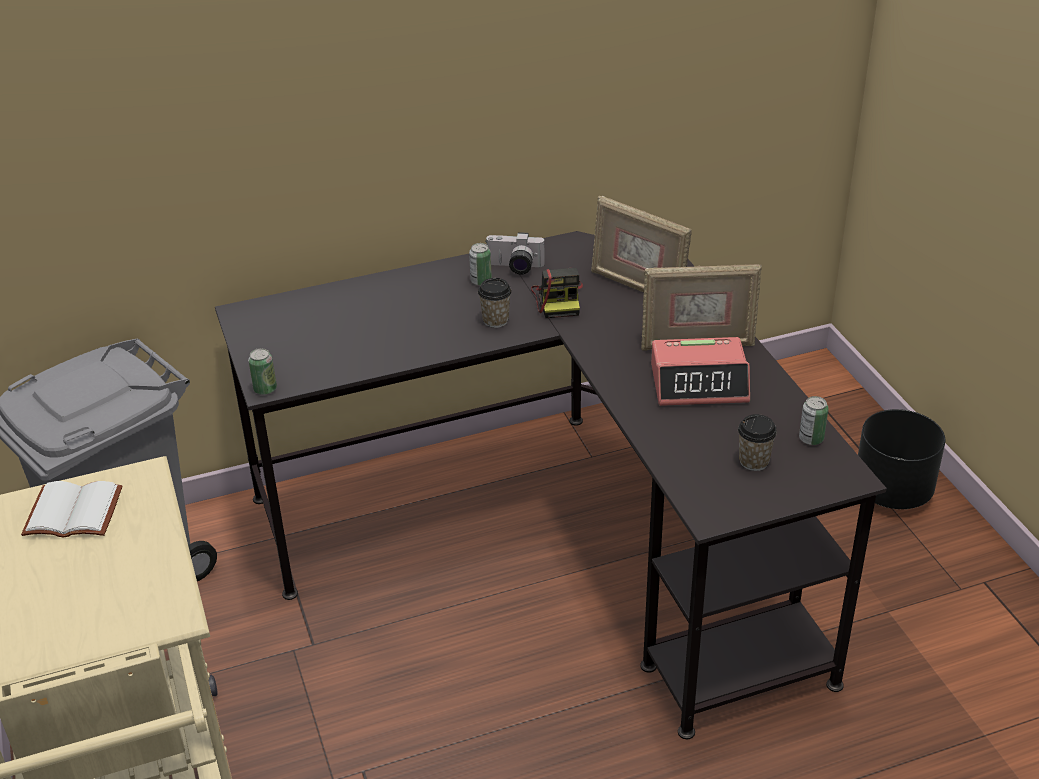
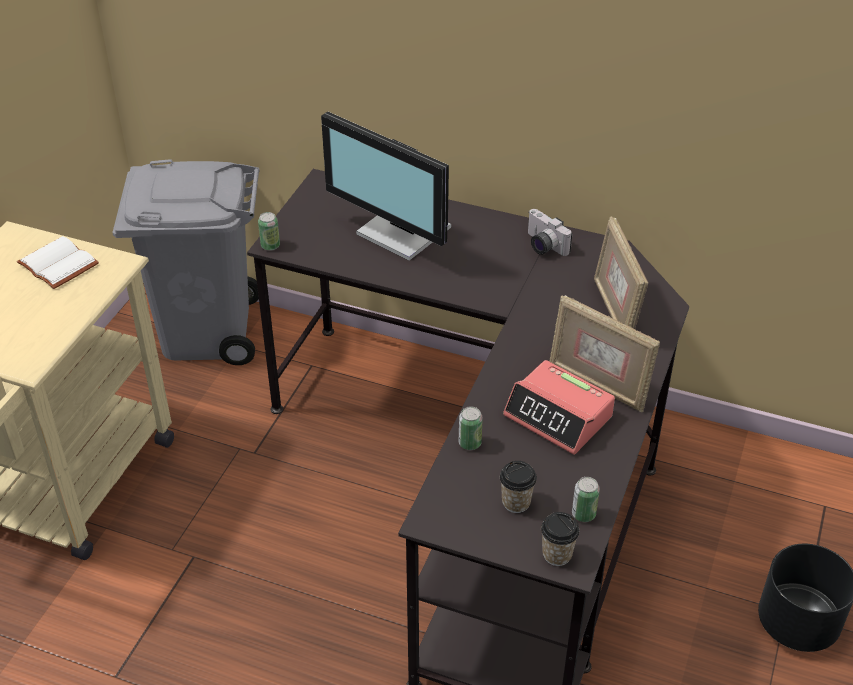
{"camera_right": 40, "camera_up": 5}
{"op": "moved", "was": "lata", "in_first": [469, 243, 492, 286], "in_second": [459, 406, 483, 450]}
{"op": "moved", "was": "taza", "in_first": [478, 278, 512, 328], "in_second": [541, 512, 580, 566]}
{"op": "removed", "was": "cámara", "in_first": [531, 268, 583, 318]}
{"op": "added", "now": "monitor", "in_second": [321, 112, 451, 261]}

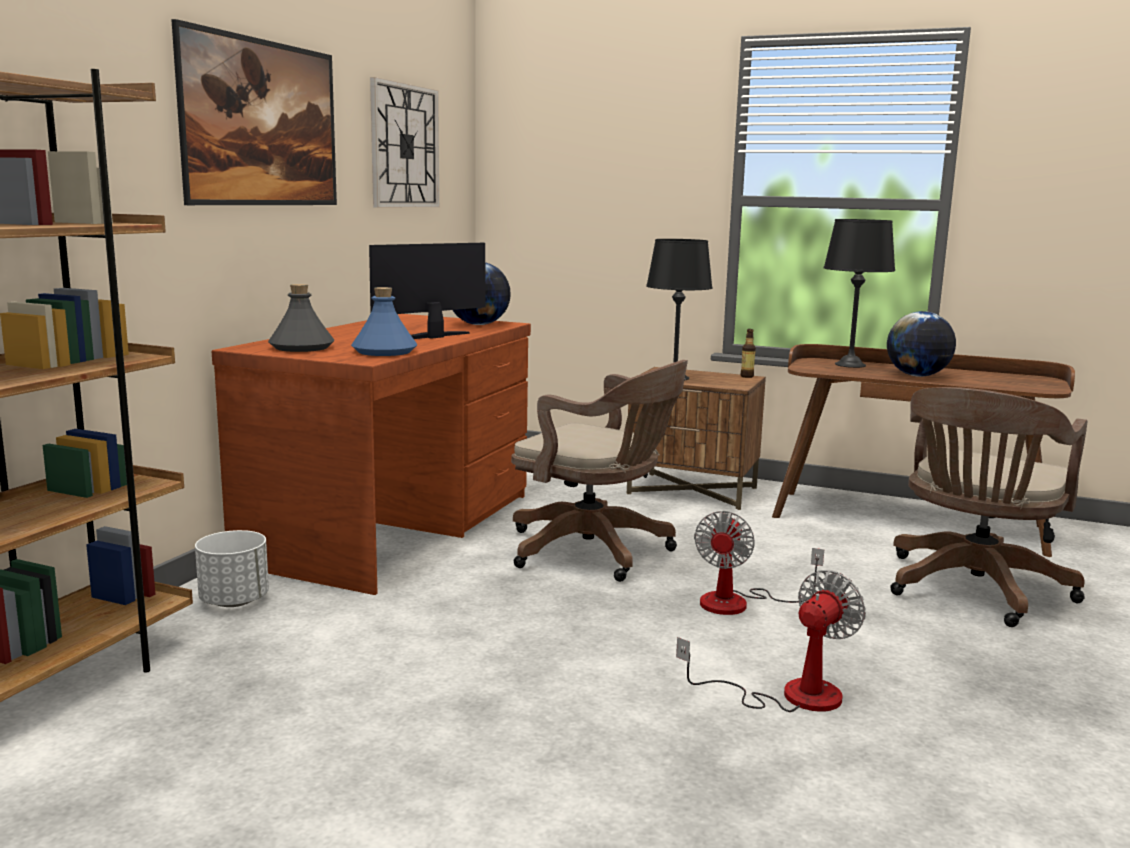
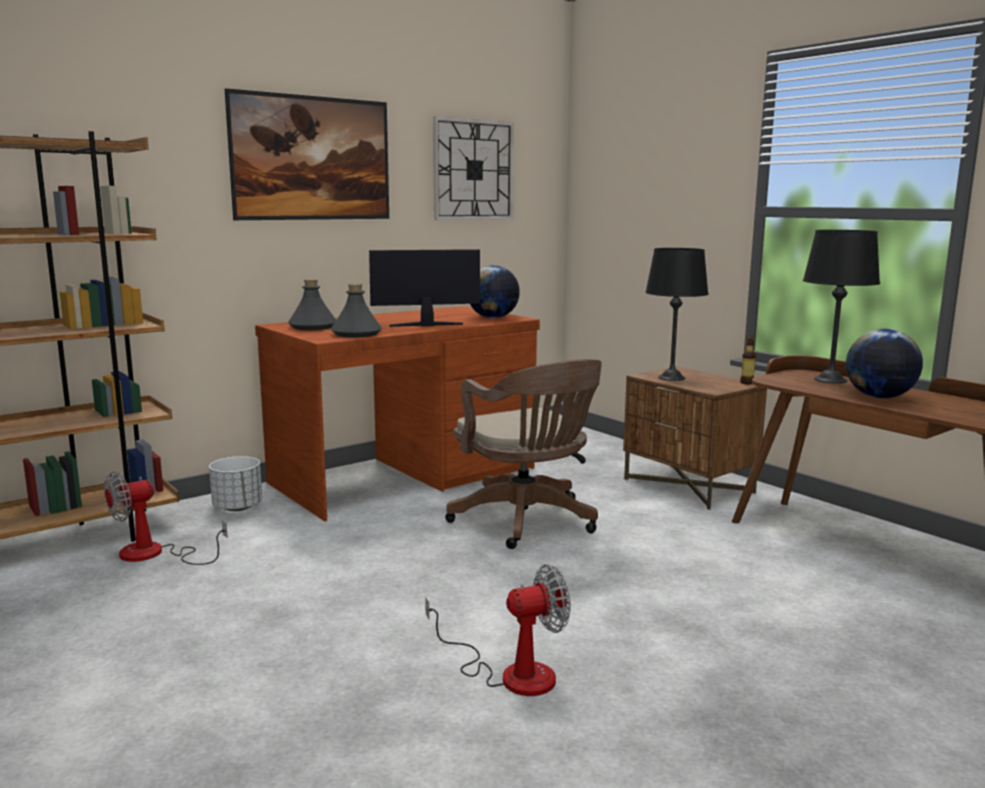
{"camera_right": 30, "camera_up": 0}
{"op": "recoloured", "was": "botella [azul]", "now": "botella [gris]", "in_first": [351, 287, 417, 356], "in_second": [331, 283, 382, 338]}
{"op": "moved", "was": "ventilador", "in_first": [694, 511, 824, 615], "in_second": [104, 472, 228, 565]}
{"op": "removed", "was": "silla de oficina [marrón]", "in_first": [890, 387, 1087, 627]}

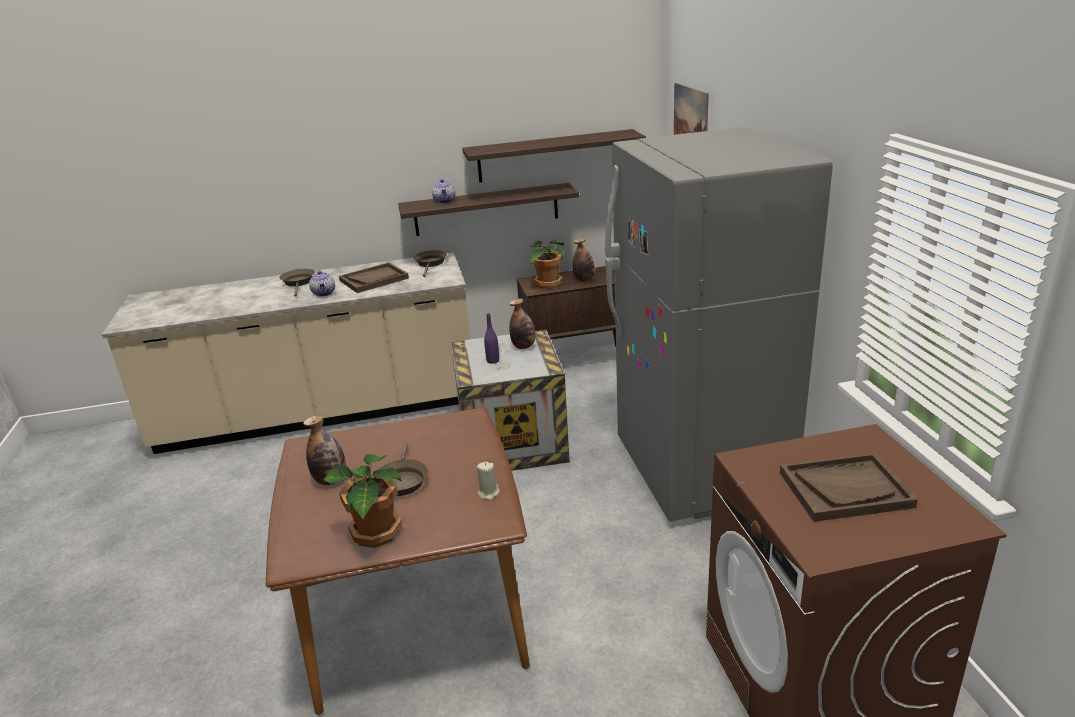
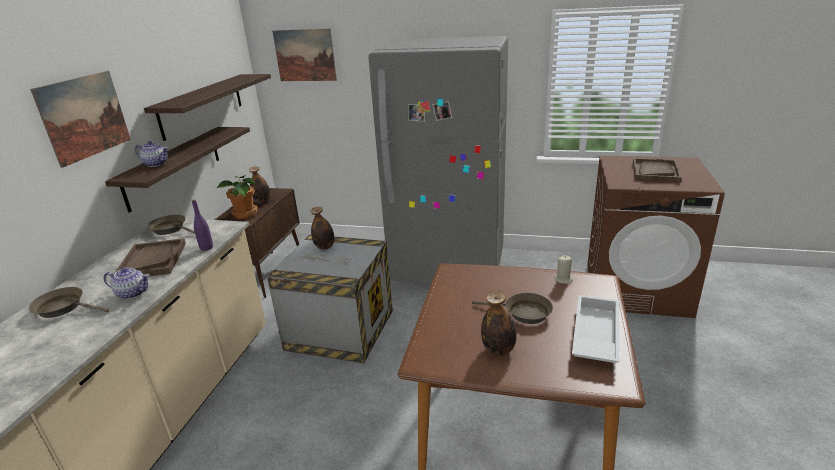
{"camera_right": -65, "camera_up": 0}
{"op": "replaced", "was": "planta en maceta", "now": "bandeja [blanco]", "in_first": [324, 454, 402, 548], "in_second": [572, 295, 619, 363]}
{"op": "moved", "was": "botella [morado]", "in_first": [484, 313, 499, 364], "in_second": [192, 200, 213, 251]}
{"op": "added", "now": "cuadro", "in_second": [30, 71, 131, 168]}

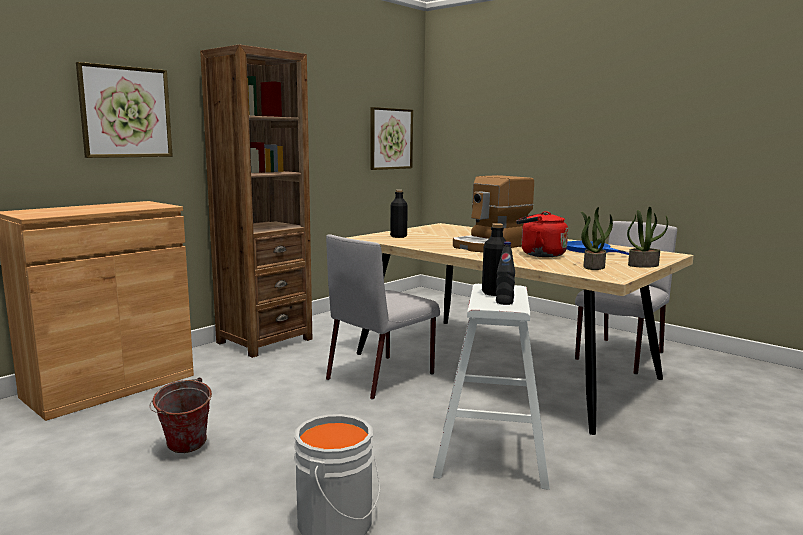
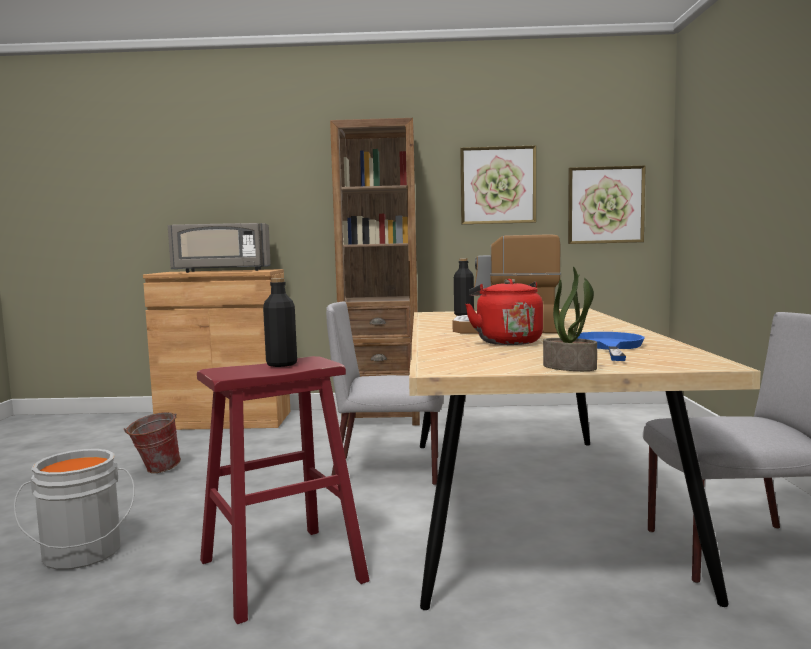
{"camera_right": 50, "camera_up": -5}
{"op": "moved", "was": "cuadro", "in_first": [76, 62, 173, 158], "in_second": [460, 146, 536, 225]}
{"op": "recoloured", "was": "taburete [blanco]", "now": "taburete [rojo]", "in_first": [433, 284, 550, 490], "in_second": [197, 356, 370, 624]}
{"op": "removed", "was": "botella [negro]", "in_first": [496, 242, 515, 305]}
{"op": "removed", "was": "planta en maceta", "in_first": [581, 207, 613, 270]}
{"op": "added", "now": "microondas [gris]", "in_second": [168, 223, 271, 273]}

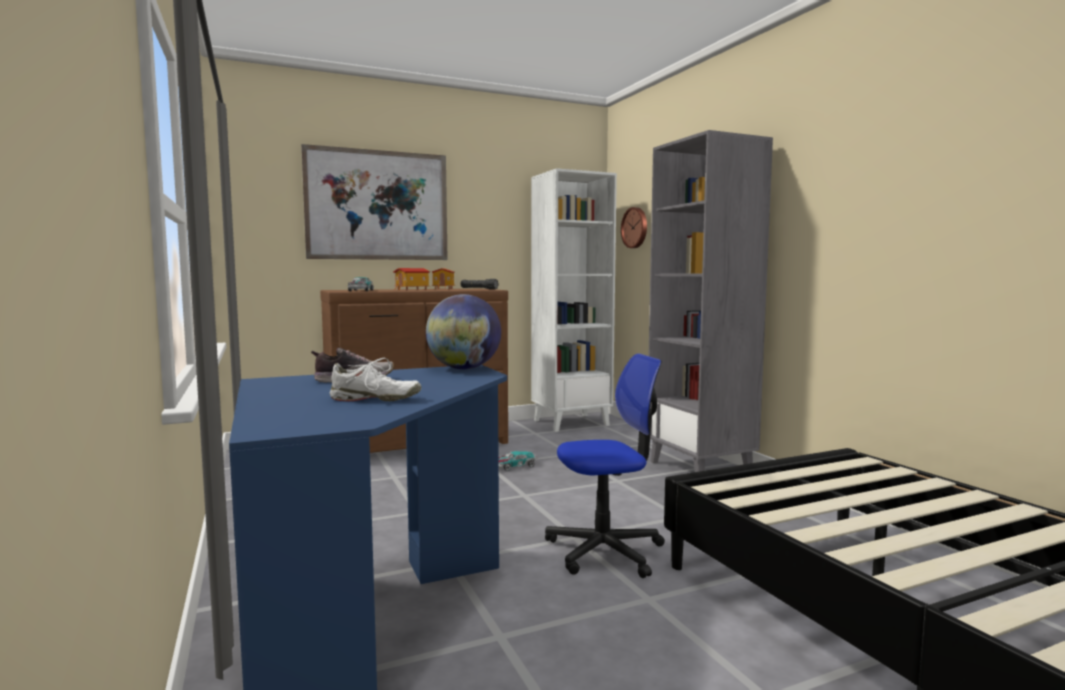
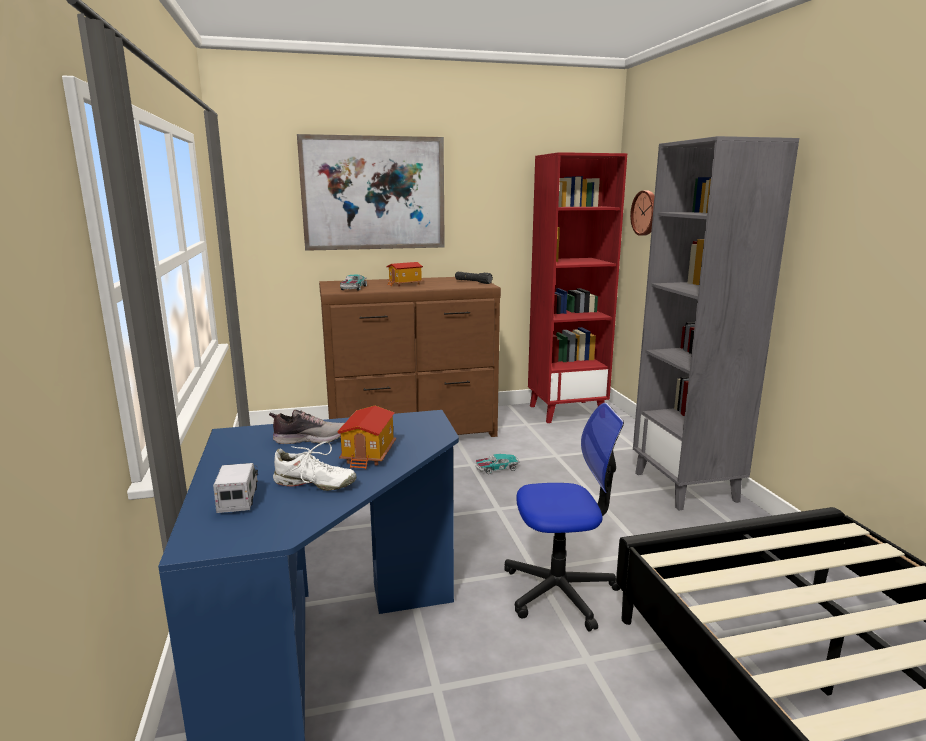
{"camera_right": 10, "camera_up": 10}
{"op": "removed", "was": "globo terráqueo", "in_first": [426, 294, 501, 369]}
{"op": "moved", "was": "casita", "in_first": [432, 268, 455, 289], "in_second": [337, 406, 396, 469]}
{"op": "recoloured", "was": "estantería [blanco]", "now": "estantería [rojo]", "in_first": [531, 168, 617, 432], "in_second": [528, 152, 627, 423]}
{"op": "added", "now": "camión de juguete", "in_second": [213, 463, 258, 513]}

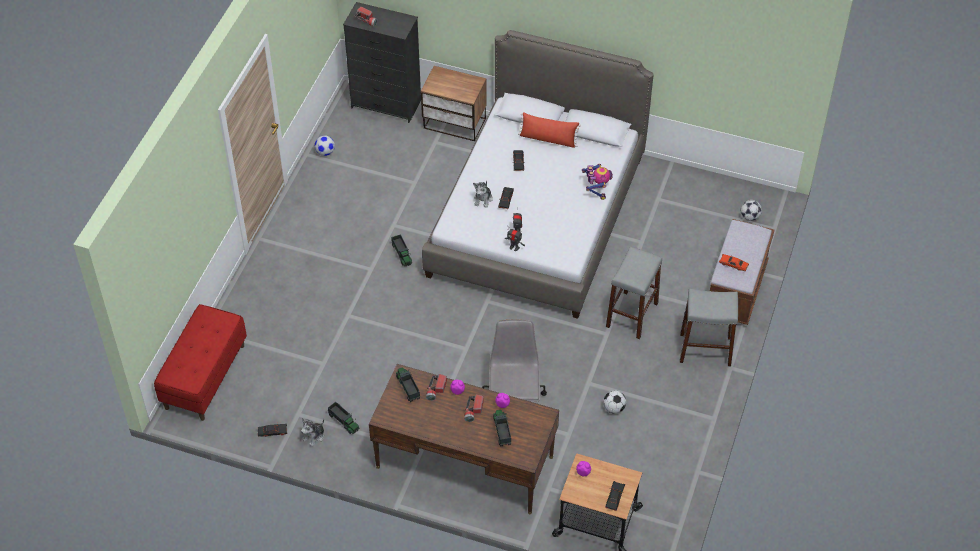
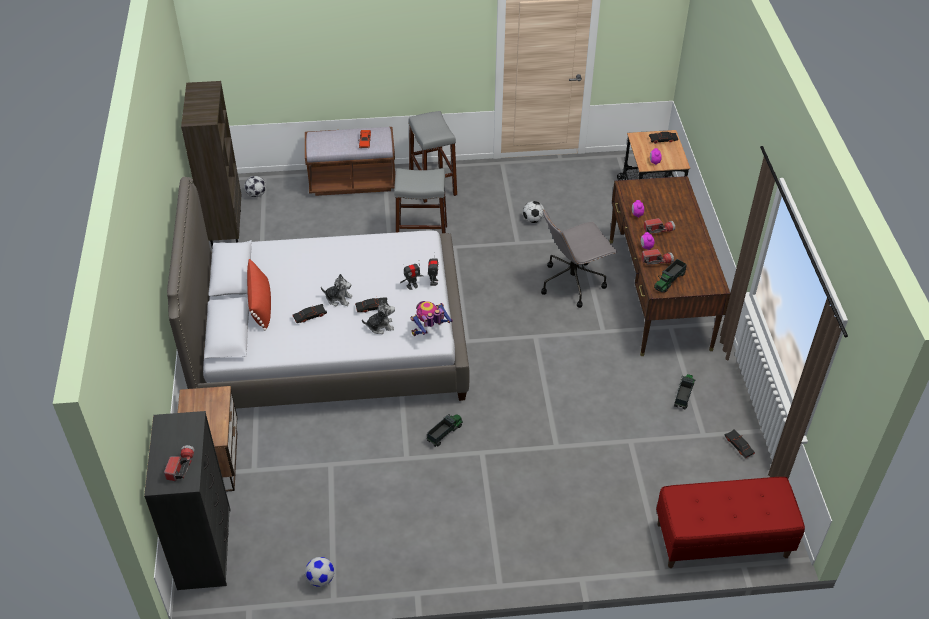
{"camera_right": -115, "camera_up": -5}
{"op": "moved", "was": "peluche", "in_first": [301, 418, 324, 447], "in_second": [321, 274, 352, 306]}
{"op": "removed", "was": "camión de juguete", "in_first": [493, 410, 511, 446]}
{"op": "moved", "was": "robot de juguete", "in_first": [582, 164, 613, 200], "in_second": [410, 301, 453, 336]}
{"op": "added", "now": "estantería [marrón]", "in_second": [181, 81, 241, 247]}

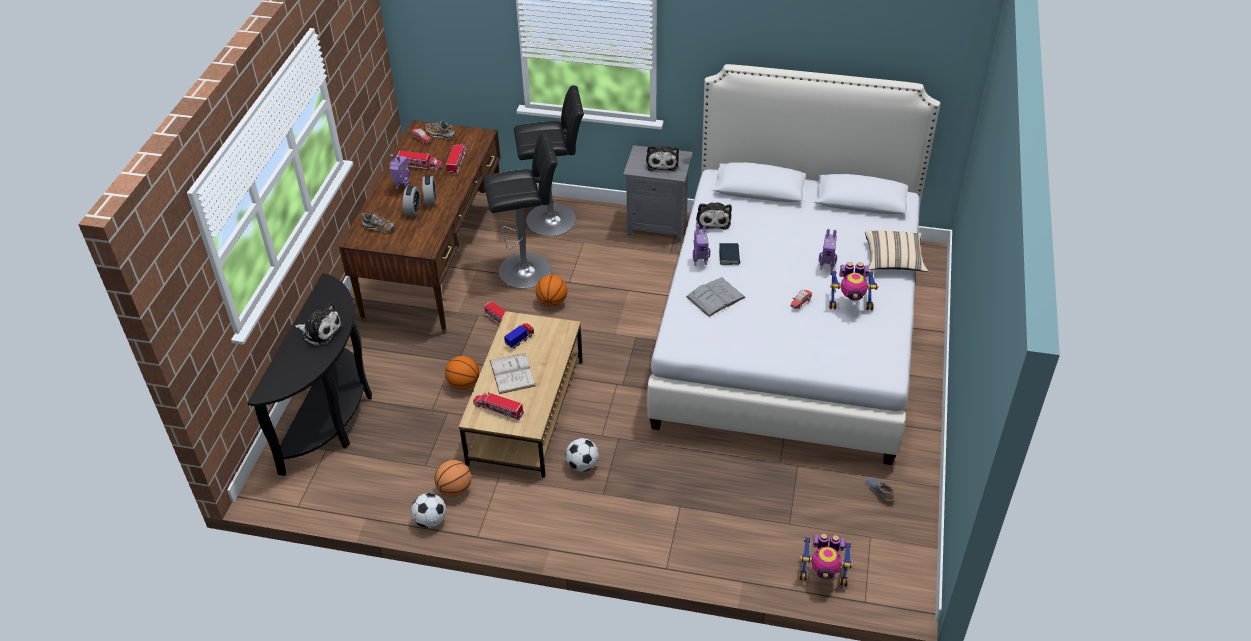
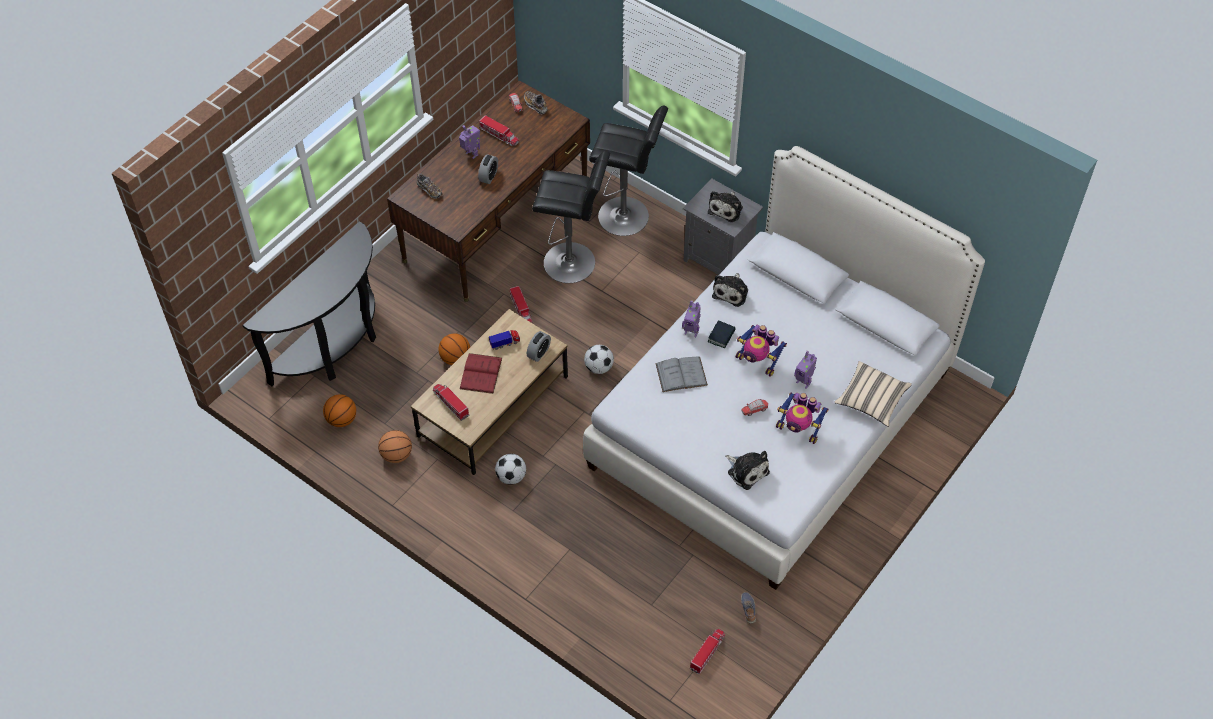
{"camera_right": 25, "camera_up": 10}
{"op": "moved", "was": "peluche", "in_first": [295, 302, 343, 346], "in_second": [725, 451, 770, 490]}
{"op": "moved", "was": "despertador", "in_first": [403, 186, 420, 216], "in_second": [527, 331, 551, 362]}
{"op": "moved", "was": "balón de fútbol", "in_first": [411, 493, 446, 528], "in_second": [584, 345, 614, 374]}
{"op": "moved", "was": "camión de juguete", "in_first": [446, 144, 466, 175], "in_second": [690, 629, 725, 674]}
{"op": "recoloured", "was": "libro [blanco]", "now": "libro [rojo]", "in_first": [489, 353, 536, 394], "in_second": [460, 353, 502, 394]}
{"op": "moved", "was": "balón de baloncesto", "in_first": [536, 275, 567, 307], "in_second": [323, 394, 356, 427]}
{"op": "moved", "was": "robot de juguete", "in_first": [799, 533, 853, 586], "in_second": [736, 325, 787, 377]}

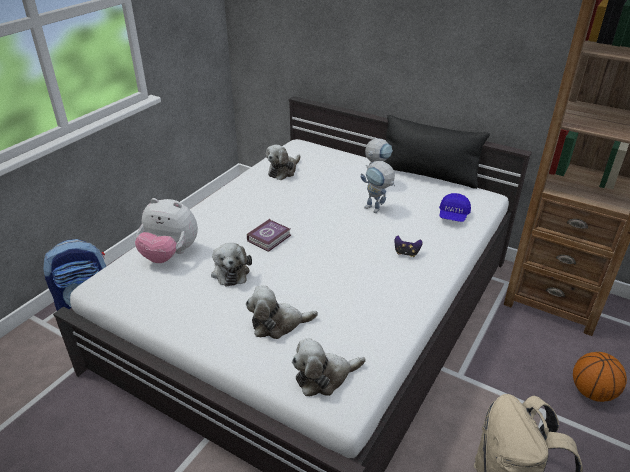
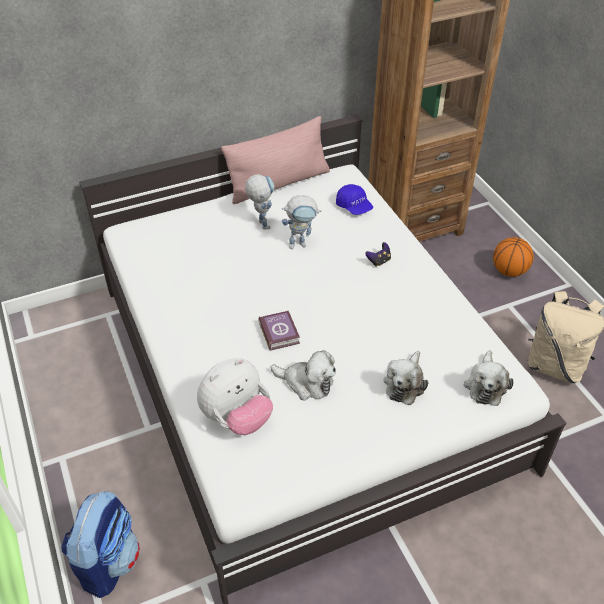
{"camera_right": -55, "camera_up": 10}
{"op": "removed", "was": "peluche", "in_first": [266, 145, 301, 180]}
{"op": "recoloured", "was": "cojín [negro]", "now": "cojín [rosa]", "in_first": [384, 115, 490, 189], "in_second": [221, 116, 330, 204]}

